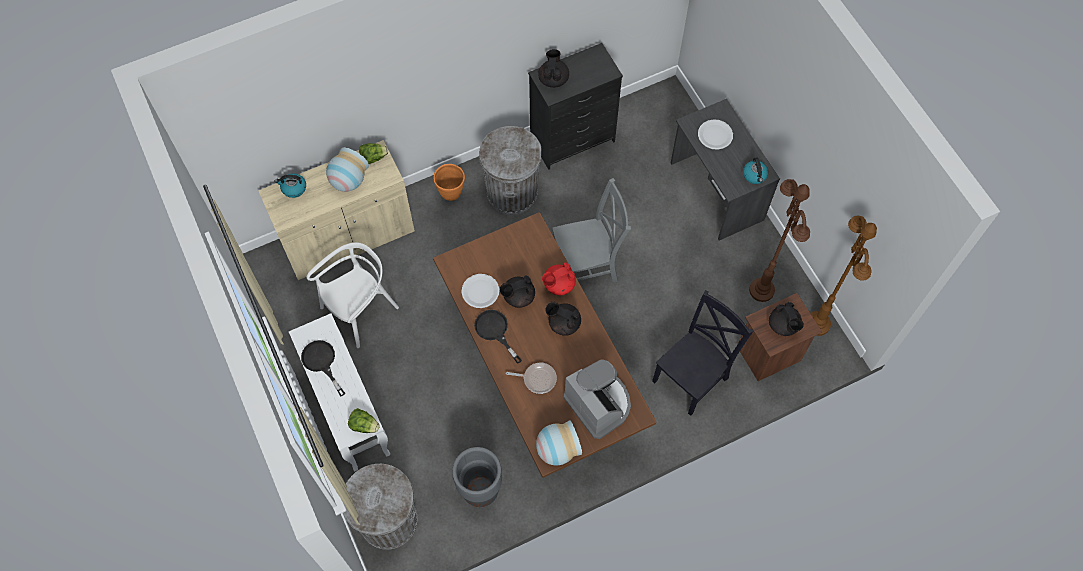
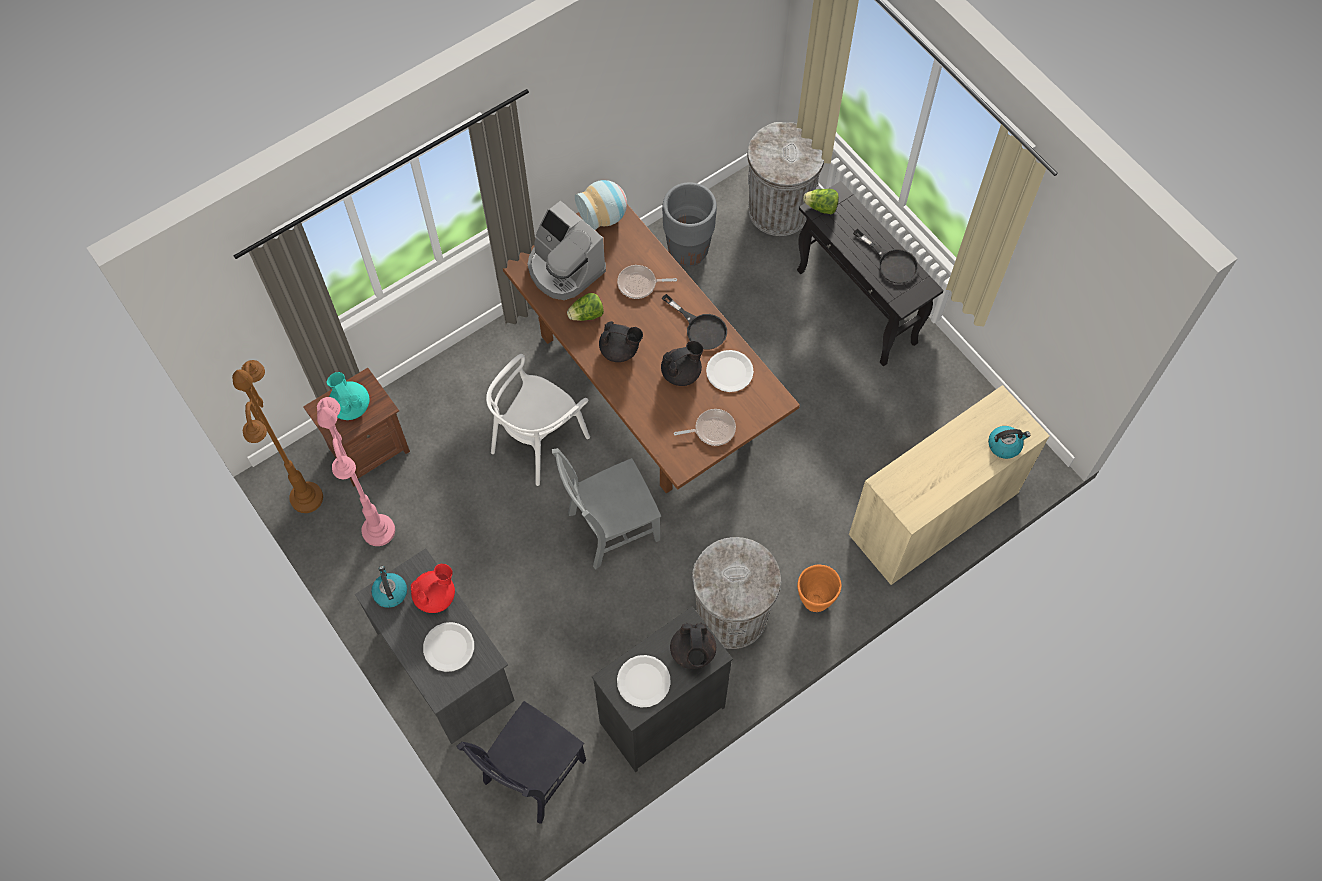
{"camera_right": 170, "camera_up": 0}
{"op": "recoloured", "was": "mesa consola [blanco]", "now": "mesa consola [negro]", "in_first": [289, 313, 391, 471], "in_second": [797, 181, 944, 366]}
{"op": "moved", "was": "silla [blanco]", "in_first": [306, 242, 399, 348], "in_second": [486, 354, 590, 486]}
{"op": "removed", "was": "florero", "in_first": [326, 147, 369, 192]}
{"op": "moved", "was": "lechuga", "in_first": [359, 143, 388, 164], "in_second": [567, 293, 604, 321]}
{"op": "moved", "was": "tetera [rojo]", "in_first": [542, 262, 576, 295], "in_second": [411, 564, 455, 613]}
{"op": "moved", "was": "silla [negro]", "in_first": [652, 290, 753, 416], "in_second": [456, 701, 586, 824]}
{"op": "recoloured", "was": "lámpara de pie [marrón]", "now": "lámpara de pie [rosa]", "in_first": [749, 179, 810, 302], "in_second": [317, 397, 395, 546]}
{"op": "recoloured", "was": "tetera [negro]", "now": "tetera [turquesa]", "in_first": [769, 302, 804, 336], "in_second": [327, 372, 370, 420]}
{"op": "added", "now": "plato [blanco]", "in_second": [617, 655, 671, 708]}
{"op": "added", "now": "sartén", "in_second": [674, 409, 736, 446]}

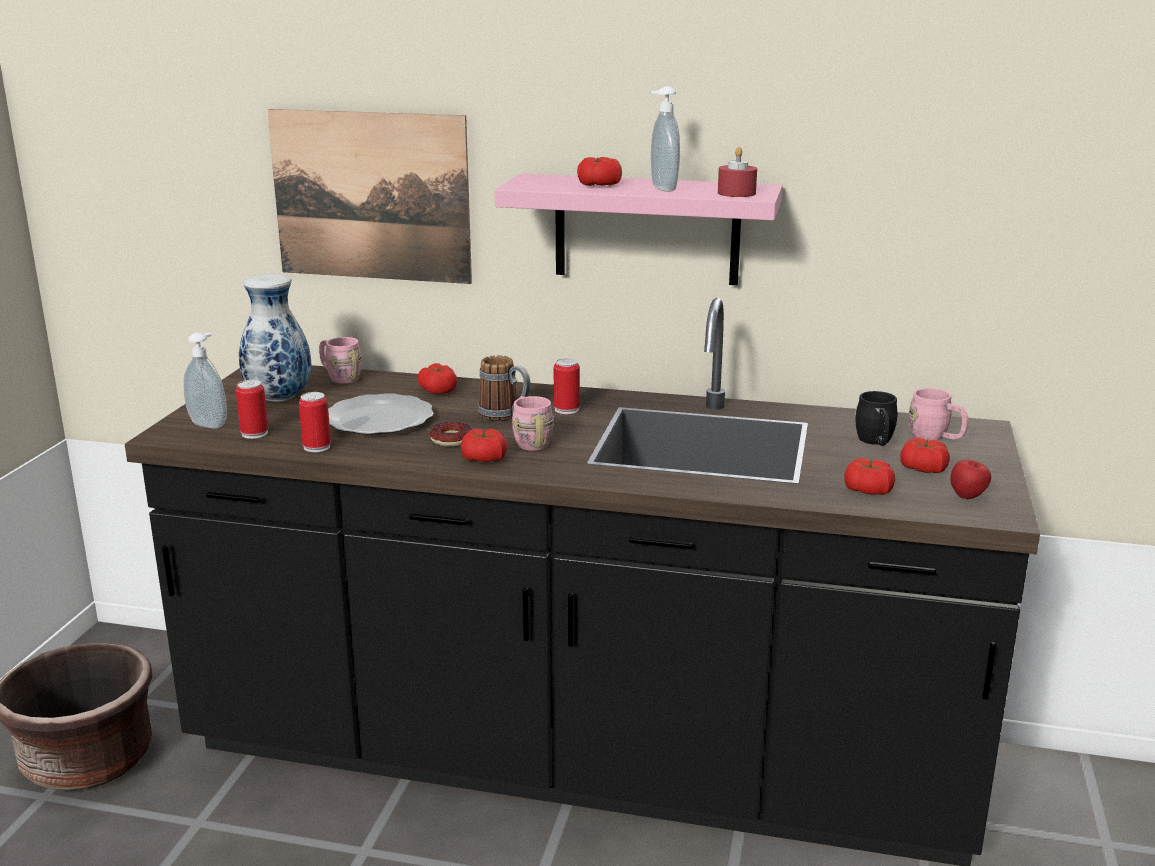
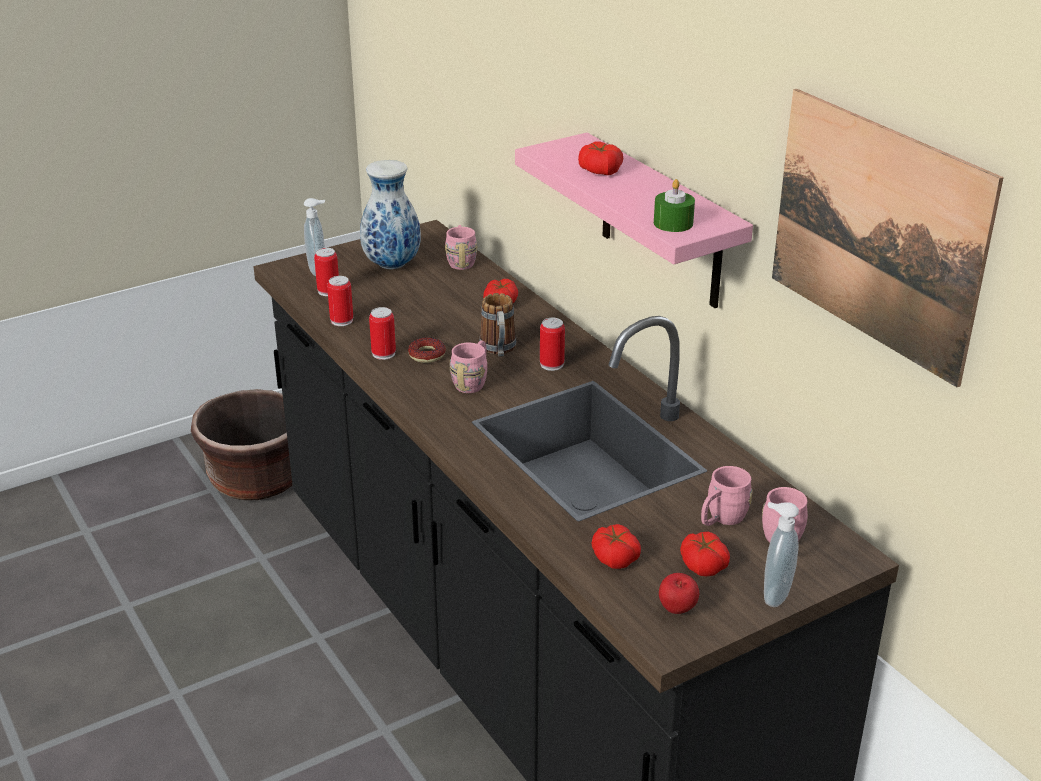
{"camera_right": 45, "camera_up": 10}
{"op": "moved", "was": "cuadro", "in_first": [267, 109, 472, 284], "in_second": [772, 89, 1004, 387]}
{"op": "removed", "was": "plato", "in_first": [328, 393, 434, 435]}
{"op": "removed", "was": "tomate", "in_first": [461, 429, 508, 462]}
{"op": "moved", "was": "dispensador de jabón", "in_first": [649, 86, 680, 192], "in_second": [764, 502, 799, 607]}
{"op": "recoloured", "was": "vela [rojo]", "now": "vela [verde]", "in_first": [718, 147, 757, 197], "in_second": [654, 179, 695, 232]}
{"op": "recoloured", "was": "taza grande [negro]", "now": "taza grande [rosa]", "in_first": [855, 391, 898, 446], "in_second": [701, 466, 752, 526]}
{"op": "added", "now": "lata", "in_second": [369, 307, 396, 360]}

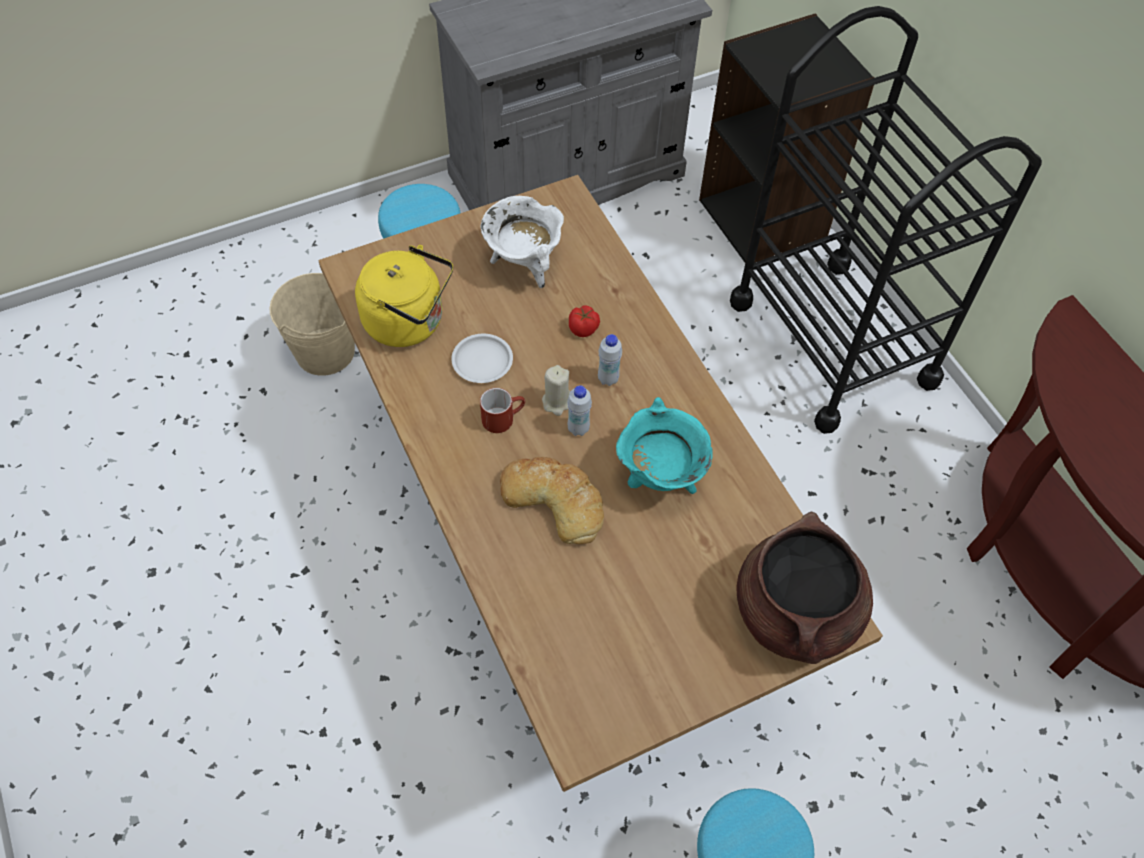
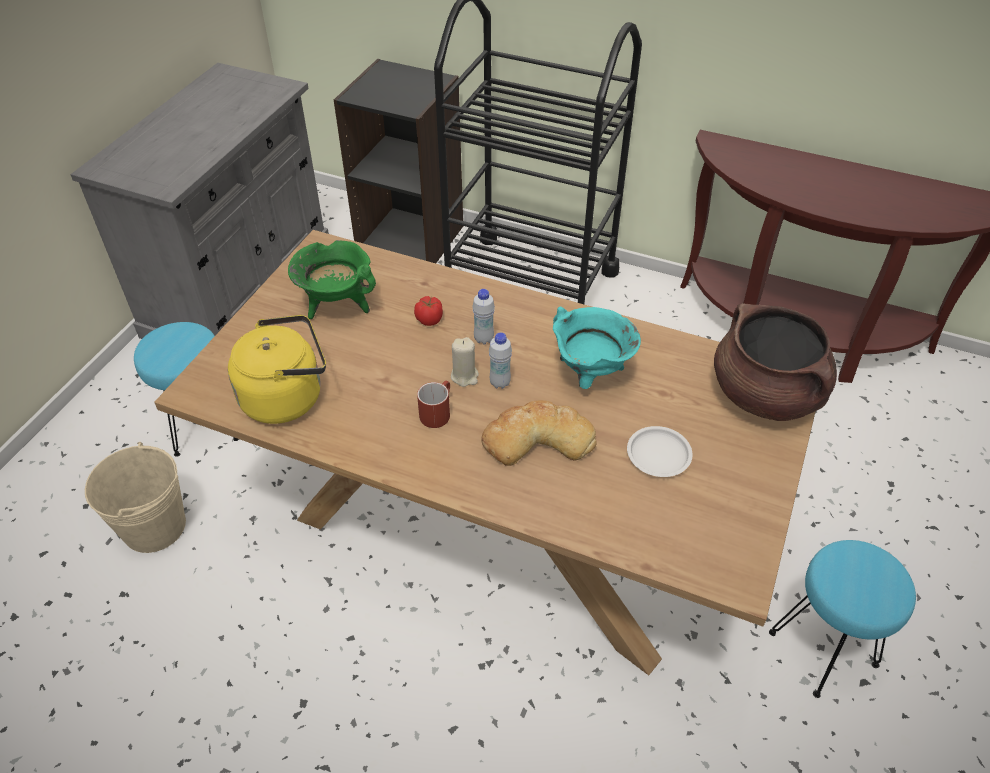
{"camera_right": -40, "camera_up": -10}
{"op": "moved", "was": "plato [blanco]", "in_first": [451, 334, 513, 383], "in_second": [627, 426, 693, 477]}
{"op": "recoloured", "was": "olla [blanco]", "now": "olla [verde]", "in_first": [480, 196, 564, 288], "in_second": [288, 240, 376, 319]}

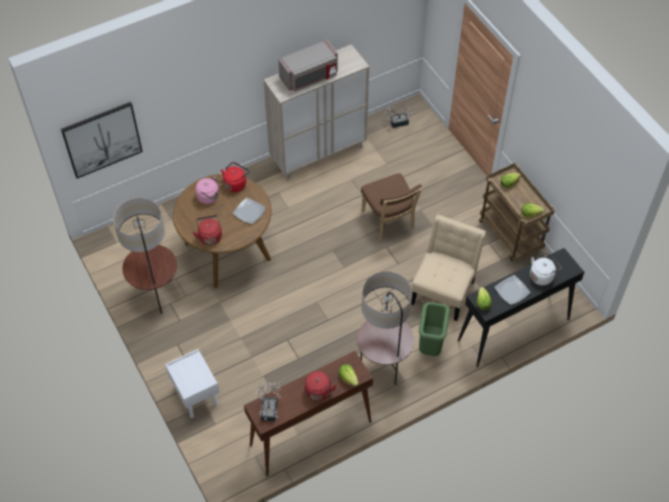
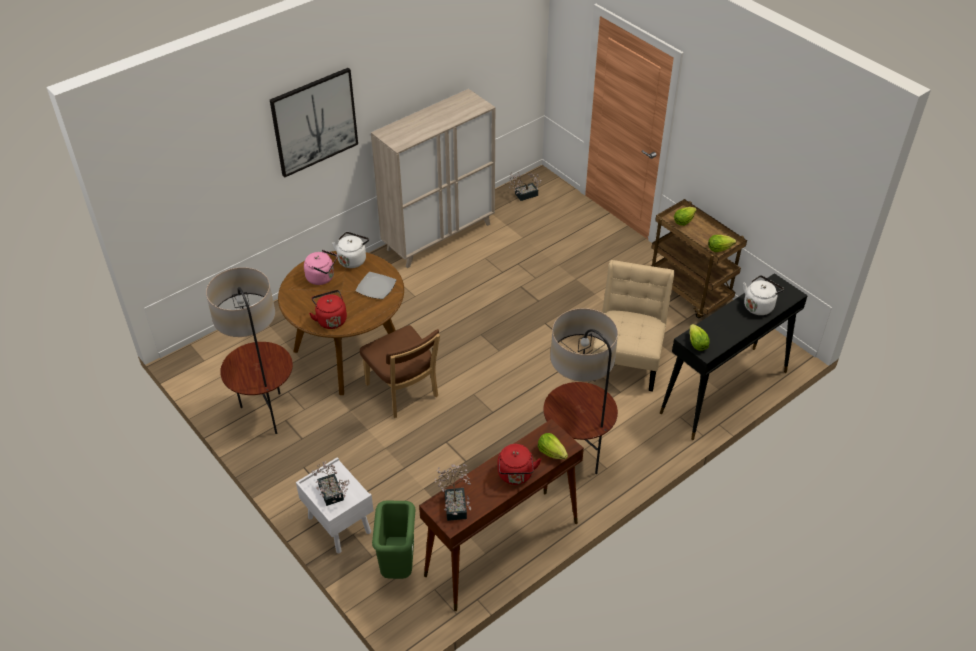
{"camera_right": -10, "camera_up": -10}
{"op": "moved", "was": "cuadro", "in_first": [61, 102, 143, 179], "in_second": [270, 68, 358, 177]}
{"op": "recoloured", "was": "hervidor [rojo]", "now": "hervidor [blanco]", "in_first": [221, 162, 250, 192], "in_second": [332, 232, 369, 268]}
{"op": "removed", "was": "microondas [gris]", "in_first": [278, 40, 338, 92]}
{"op": "moved", "was": "silla [marrón]", "in_first": [361, 173, 422, 241], "in_second": [360, 325, 440, 418]}
{"op": "moved", "was": "papelera [verde]", "in_first": [419, 302, 450, 356], "in_second": [372, 501, 415, 579]}
{"op": "removed", "was": "plato", "in_first": [494, 275, 530, 305]}
{"op": "added", "now": "planta en maceta", "in_second": [312, 461, 350, 506]}

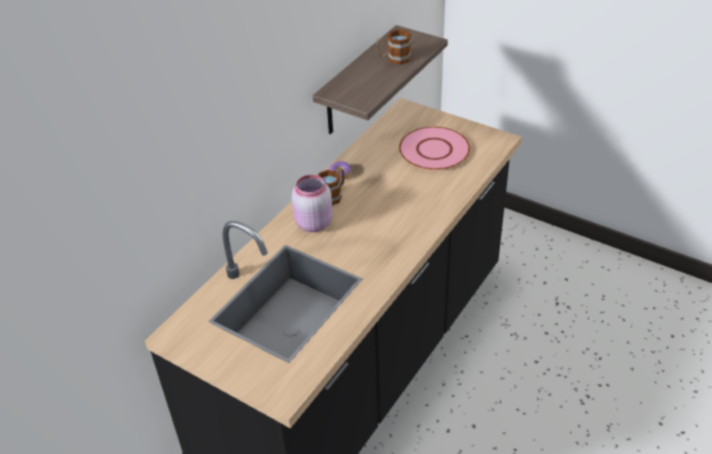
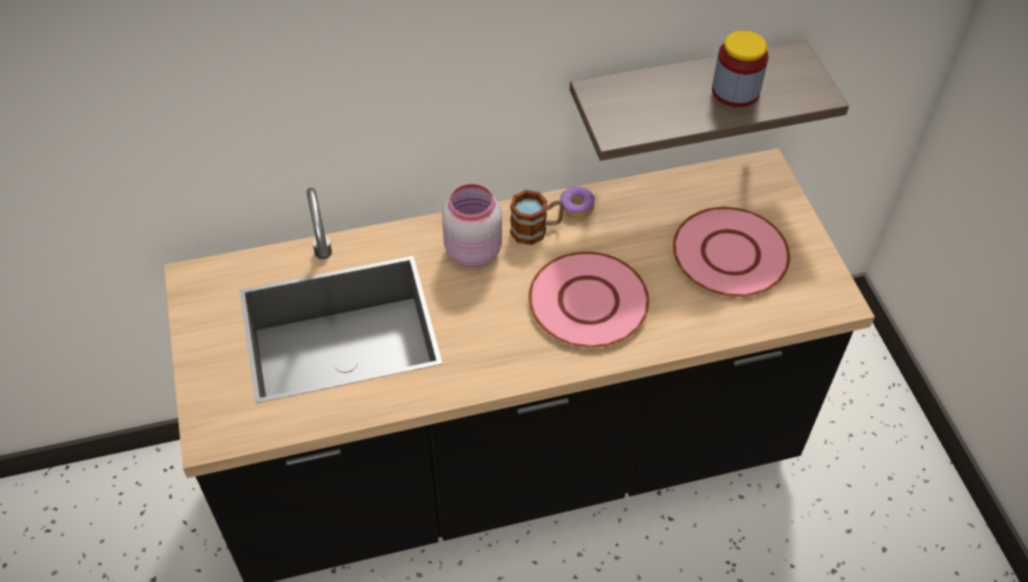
{"camera_right": 40, "camera_up": 10}
{"op": "replaced", "was": "taza grande", "now": "tarro", "in_first": [377, 29, 411, 65], "in_second": [712, 30, 769, 107]}
{"op": "added", "now": "plato [rosa]", "in_second": [528, 251, 649, 348]}

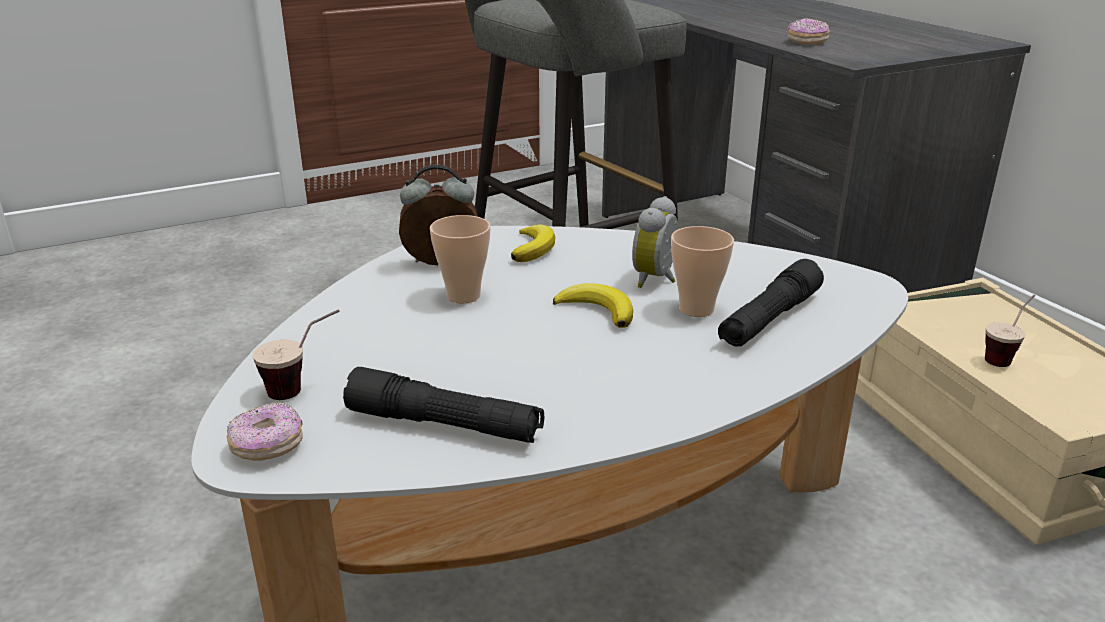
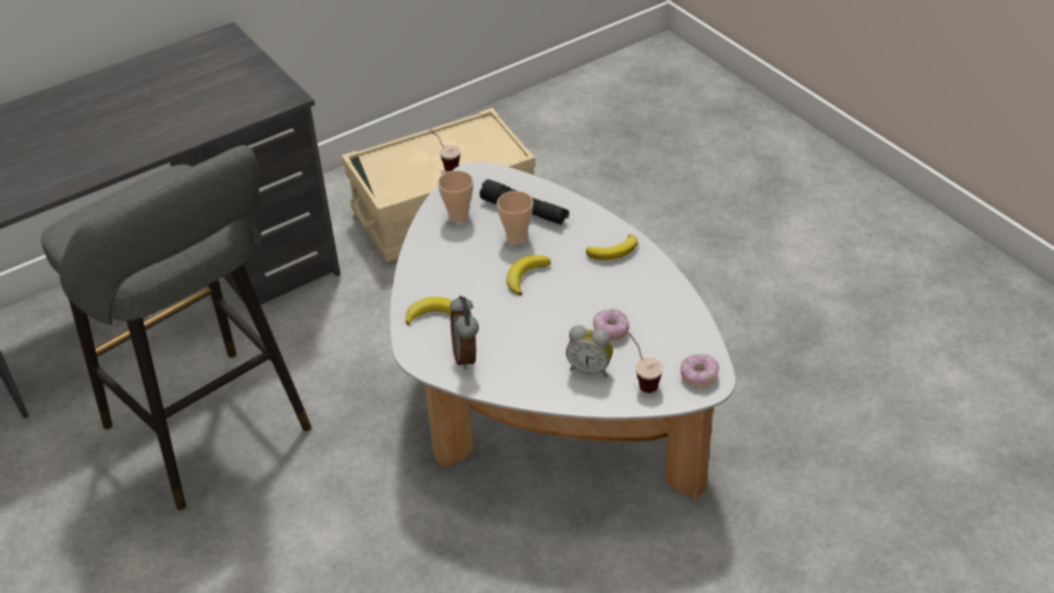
{"camera_right": -95, "camera_up": 15}
{"op": "removed", "was": "linterna [negro]", "in_first": [343, 367, 544, 443]}
{"op": "moved", "was": "taza", "in_first": [430, 215, 491, 303], "in_second": [438, 170, 473, 223]}
{"op": "moved", "was": "despertador", "in_first": [632, 196, 678, 288], "in_second": [566, 325, 613, 378]}
{"op": "moved", "was": "rosquilla", "in_first": [786, 18, 830, 45], "in_second": [593, 309, 629, 341]}
{"op": "added", "now": "plátano", "in_second": [586, 234, 638, 260]}

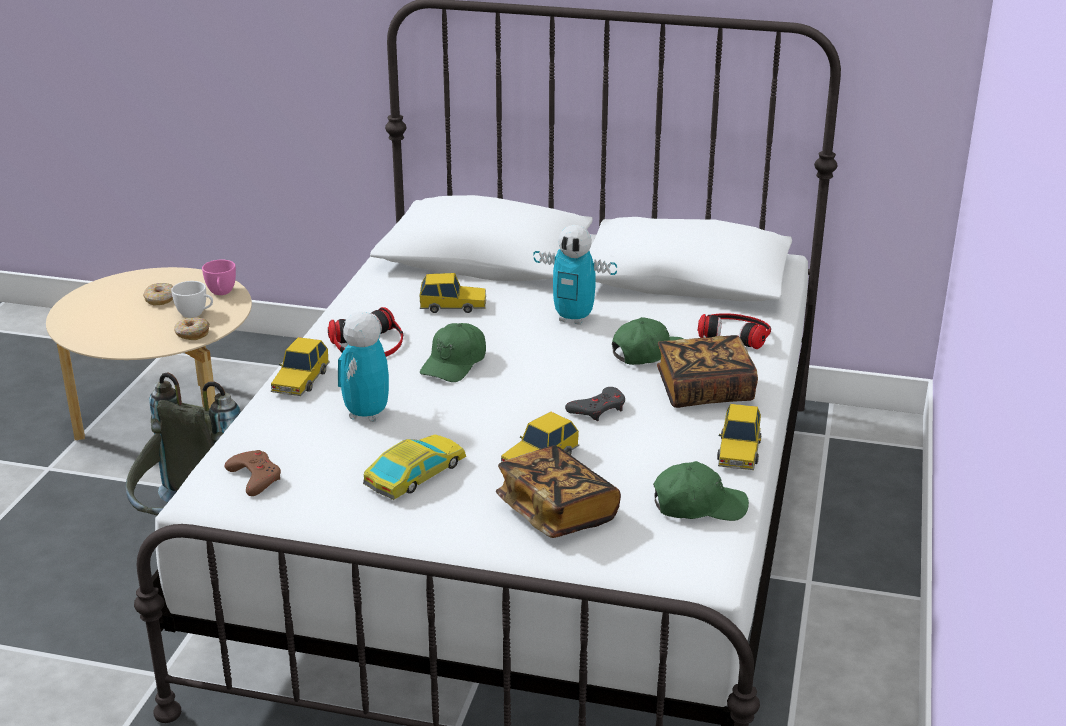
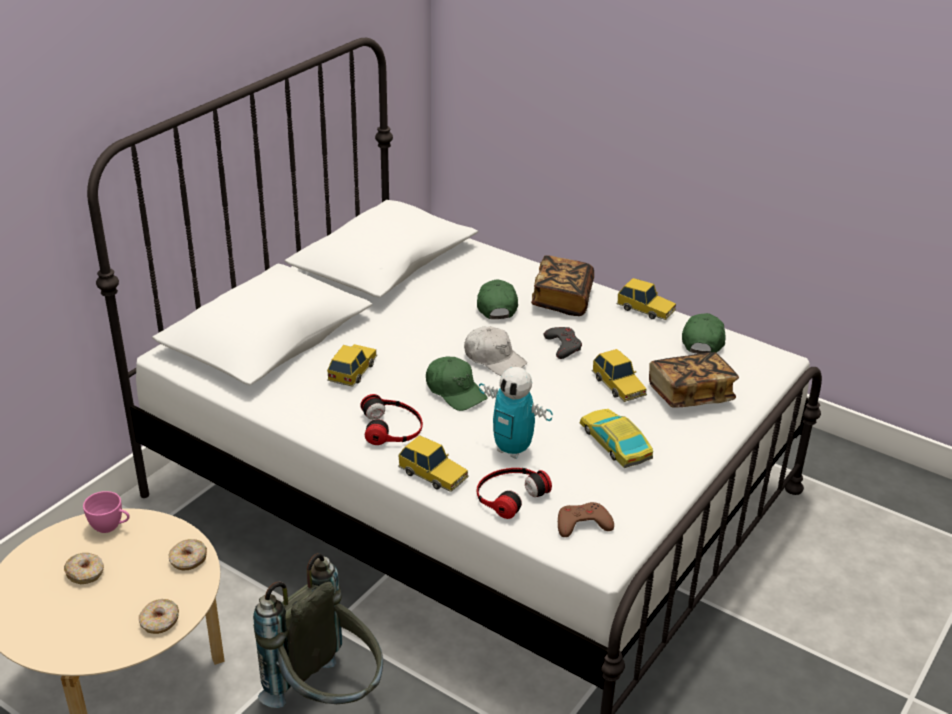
{"camera_right": -70, "camera_up": 5}
{"op": "removed", "was": "taza [blanco]", "in_first": [171, 281, 213, 318]}
{"op": "removed", "was": "robot de juguete", "in_first": [533, 225, 617, 325]}
{"op": "moved", "was": "auriculares", "in_first": [698, 313, 771, 349], "in_second": [477, 468, 552, 519]}
{"op": "added", "now": "rosquilla", "in_second": [139, 599, 179, 634]}
{"op": "added", "now": "gorra [blanco]", "in_second": [464, 326, 527, 376]}

